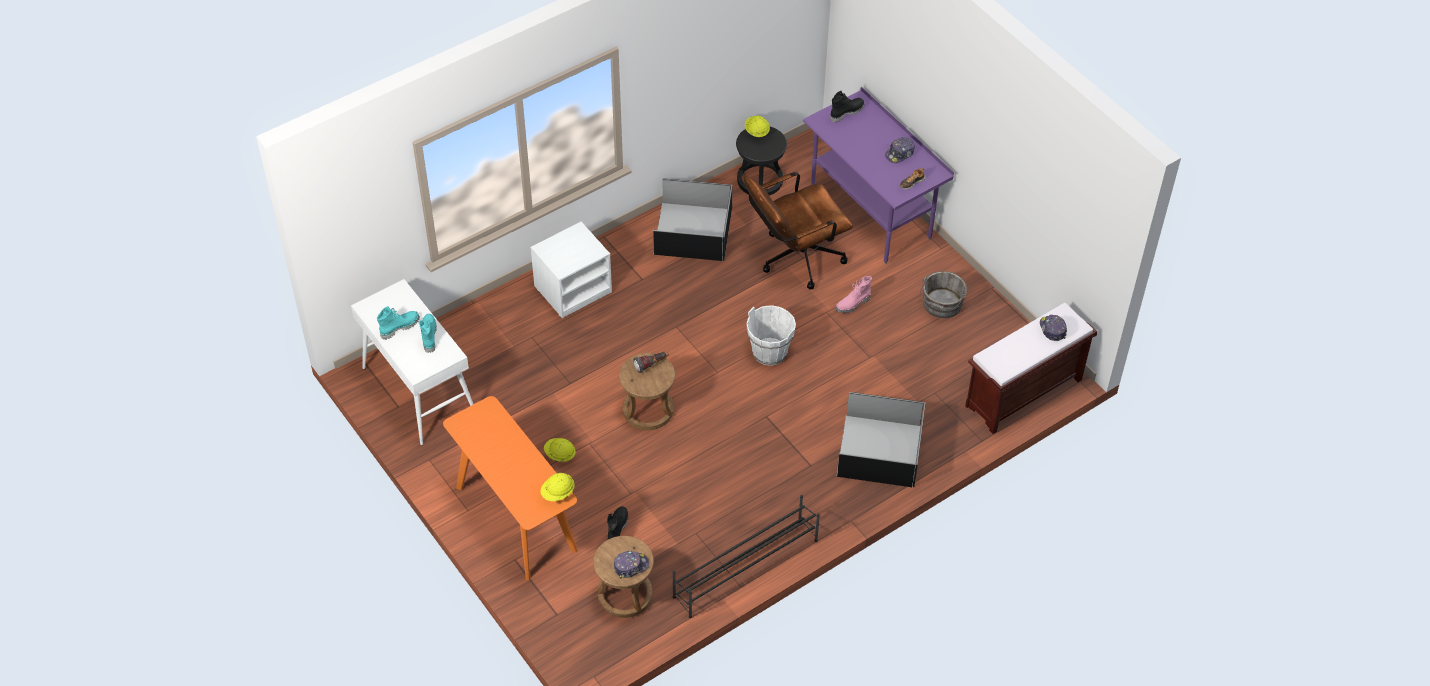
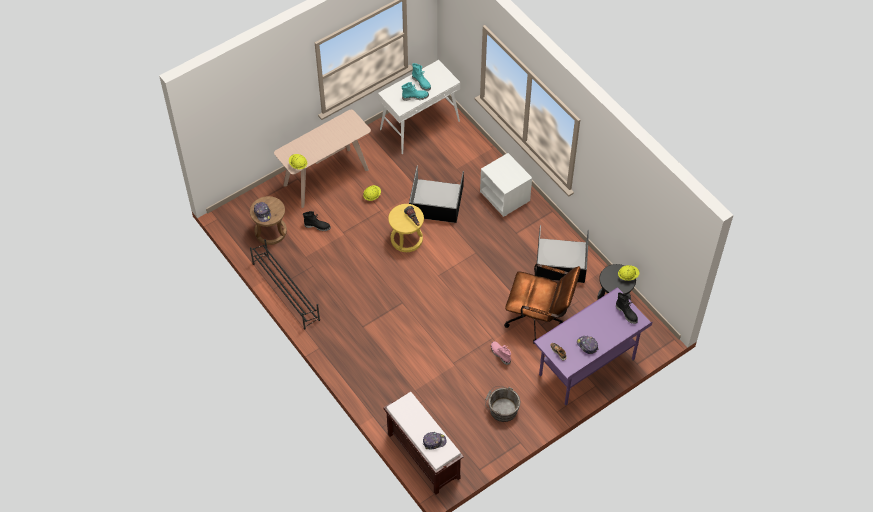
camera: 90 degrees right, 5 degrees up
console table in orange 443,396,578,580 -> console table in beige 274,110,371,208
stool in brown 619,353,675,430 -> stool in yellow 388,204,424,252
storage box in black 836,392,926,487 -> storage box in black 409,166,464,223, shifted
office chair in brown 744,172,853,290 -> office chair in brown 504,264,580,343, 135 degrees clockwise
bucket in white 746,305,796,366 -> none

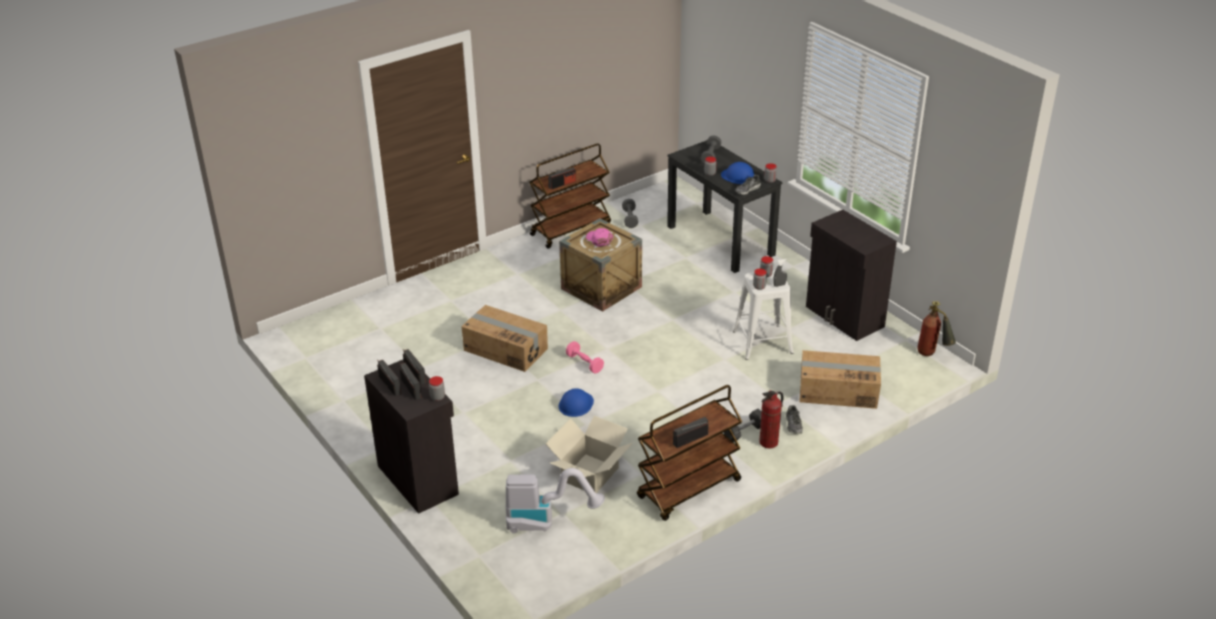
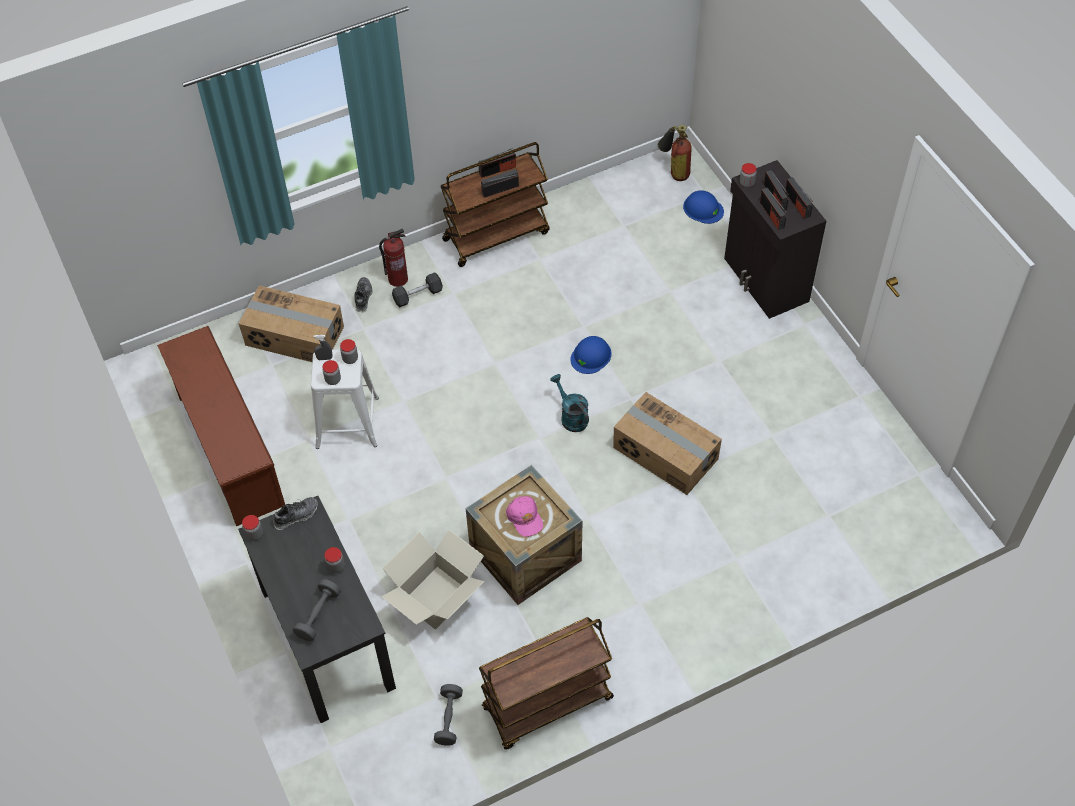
camera: 170 degrees left, 20 degrees up
cabinet in black 806,210,897,341 -> shoe rack in brown 157,326,285,526
cardboard box 546,416,633,493 -> cardboard box 382,530,484,630, shifted
radio 548,165,576,190 -> radio 481,169,519,198, shifted
dumbbell in pink 566,341,604,374 -> watering can in turquoise 551,374,589,432
fire extinguisher 917,301,956,356 -> fire extinguisher 658,124,692,181, shifted
hard hat in blue 721,162,755,184 -> hard hat in blue 683,190,724,224, shifted
vacuum cleaner 506,468,605,533 -> none

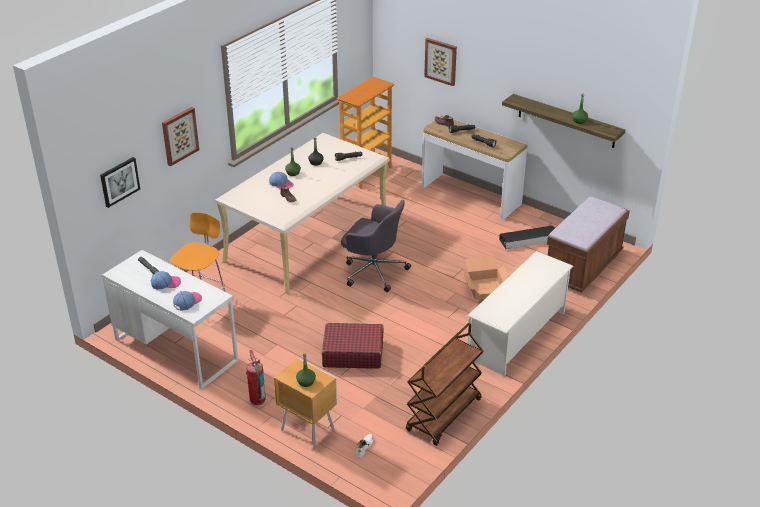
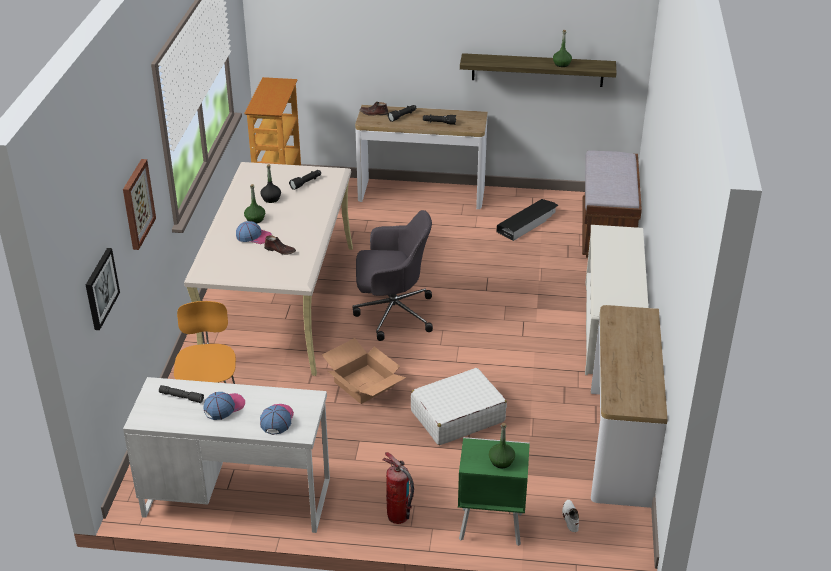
camera: 30 degrees left, 0 degrees up
cardboard box 462,256,509,300 -> cardboard box 322,338,406,404, shifted
suitcase in red 322,323,383,369 -> suitcase in white 411,368,507,445
nightstand in brown 274,358,337,449 -> nightstand in green 458,437,530,546
cart in brown 406,323,484,446 -> console table 591,305,668,508
picture 424,38,457,86 -> none

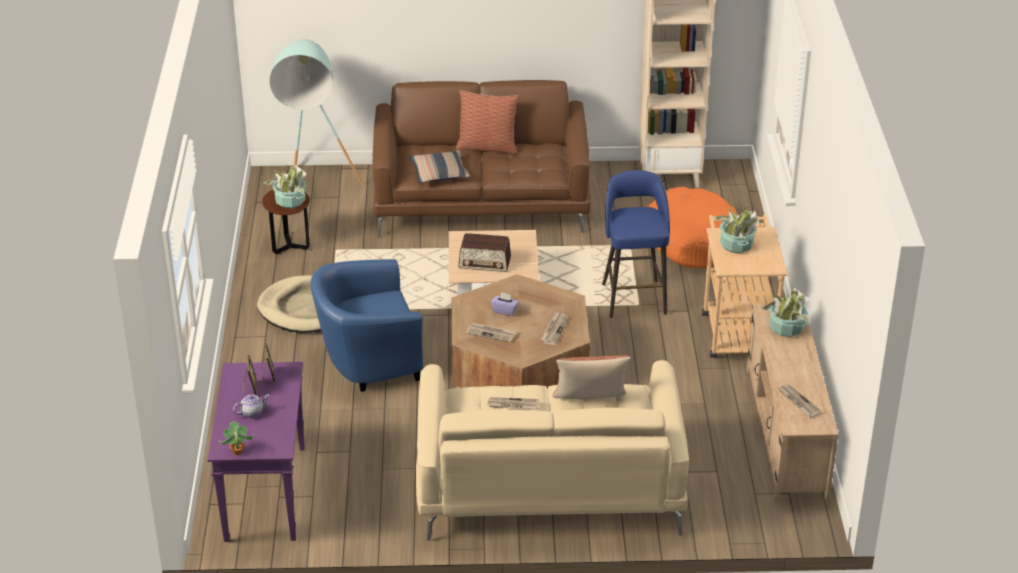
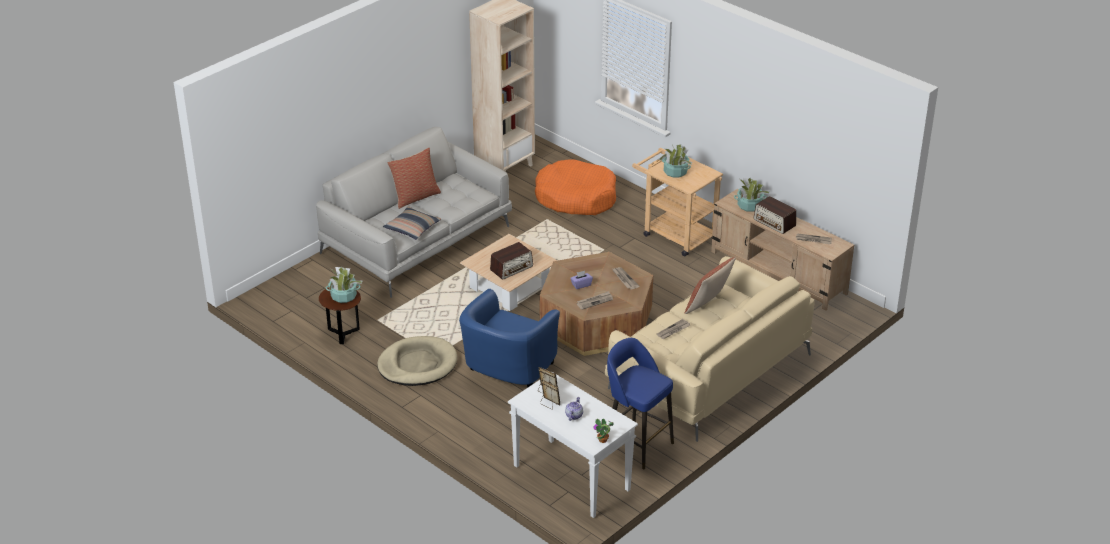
camera: 45 degrees left, 0 degrees up
sofa in brown 372,80,591,238 -> sofa in grey 316,127,512,298
console table in purple 208,362,305,542 -> console table in white 508,372,638,518
stool in blue 602,170,670,318 -> stool in blue 607,338,674,469, shifted
none -> radio 753,196,796,234
floor lamp in turquoise 269,39,364,186 -> none

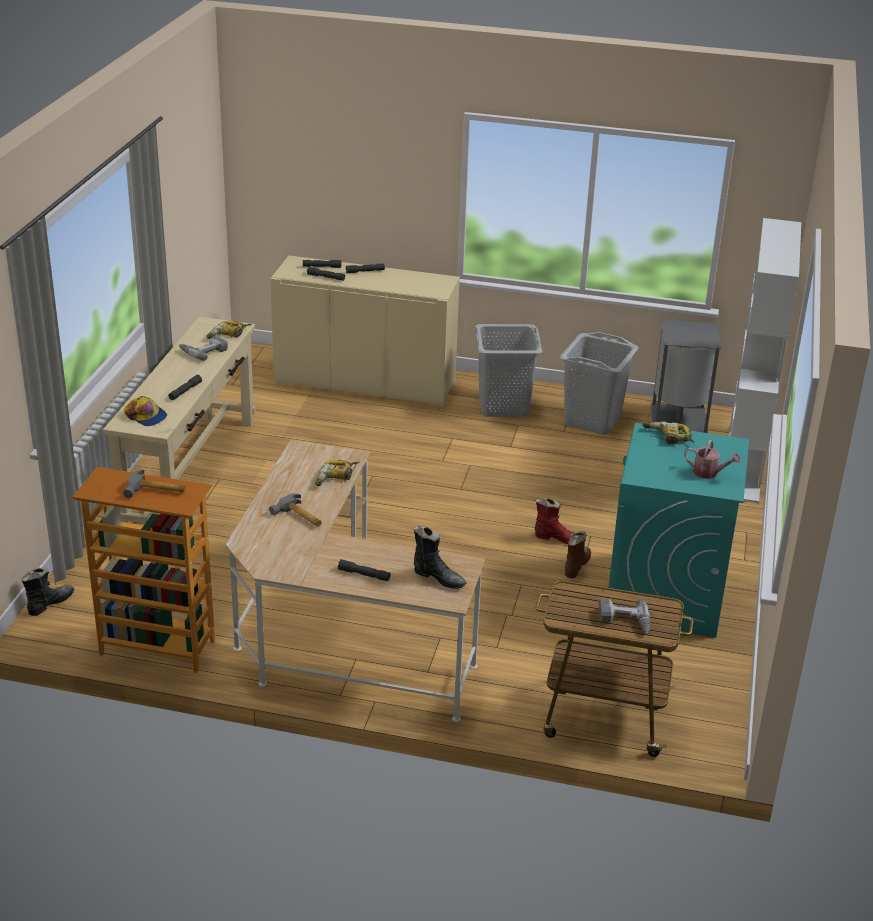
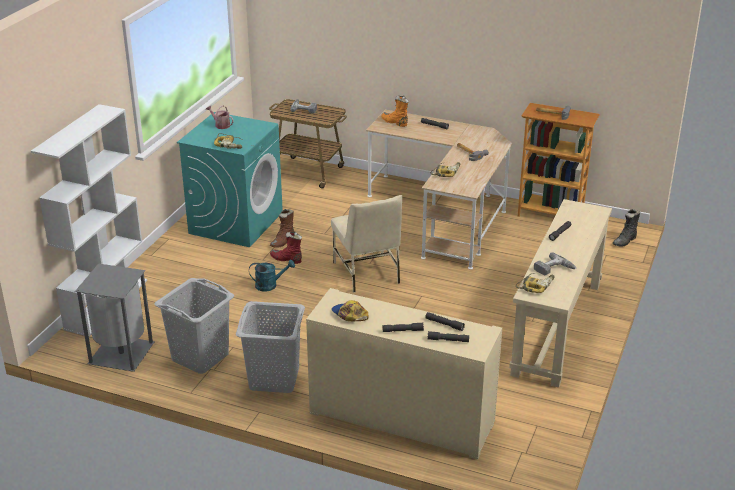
camera: 170 degrees left, 0 degrees up
none -> watering can in turquoise 249,260,295,292
none -> chair in beige 331,195,402,293
cap 124,396,167,426 -> cap 331,300,368,322, shifted
boot in black 413,526,466,589 -> boot in orange 381,96,409,127

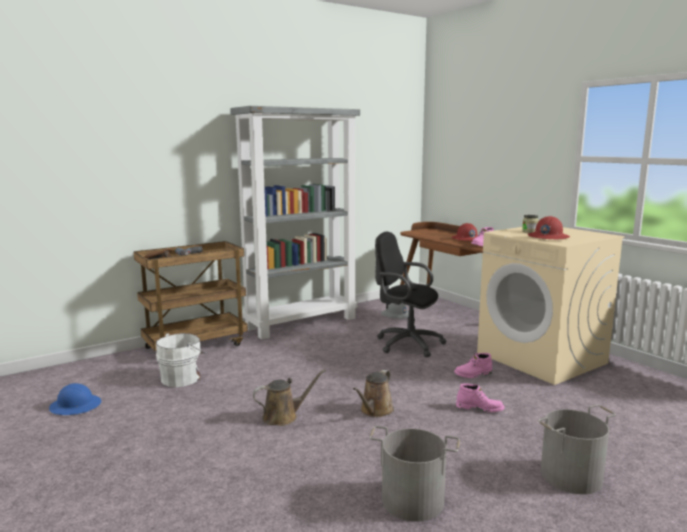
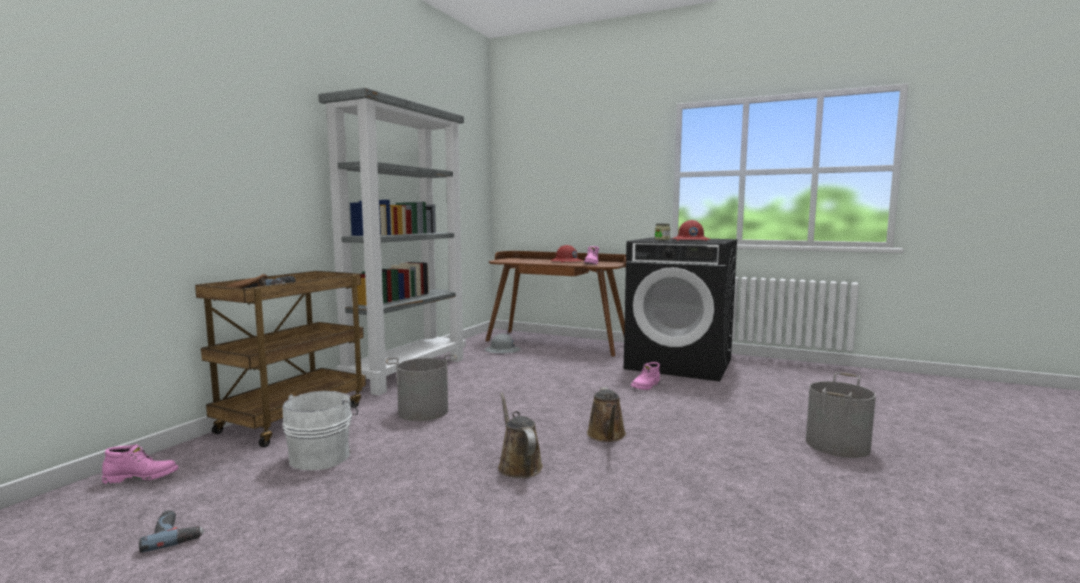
camera: 30 degrees left, 5 degrees down
boot in pink 456,383,505,412 -> boot in pink 102,444,179,484, shifted
hard hat in blue 49,383,102,415 -> power drill 139,510,204,553
bucket in grey 369,426,460,522 -> bucket in grey 386,354,457,421, shifted
watering can in brown 253,369,326,426 -> watering can in brown 498,392,543,478, 60 degrees counterclockwise
washing machine in beige 477,227,624,385 -> washing machine in black 624,238,737,381
office chair in black 375,232,447,357 -> none

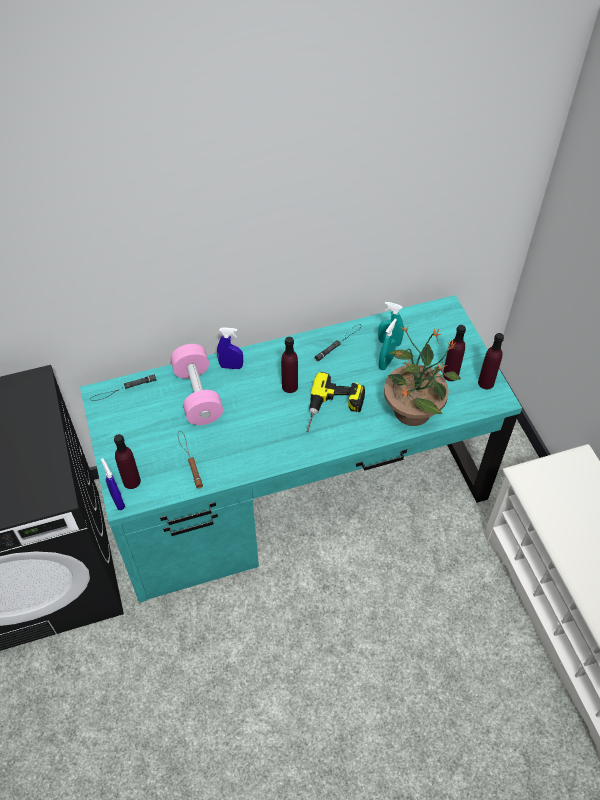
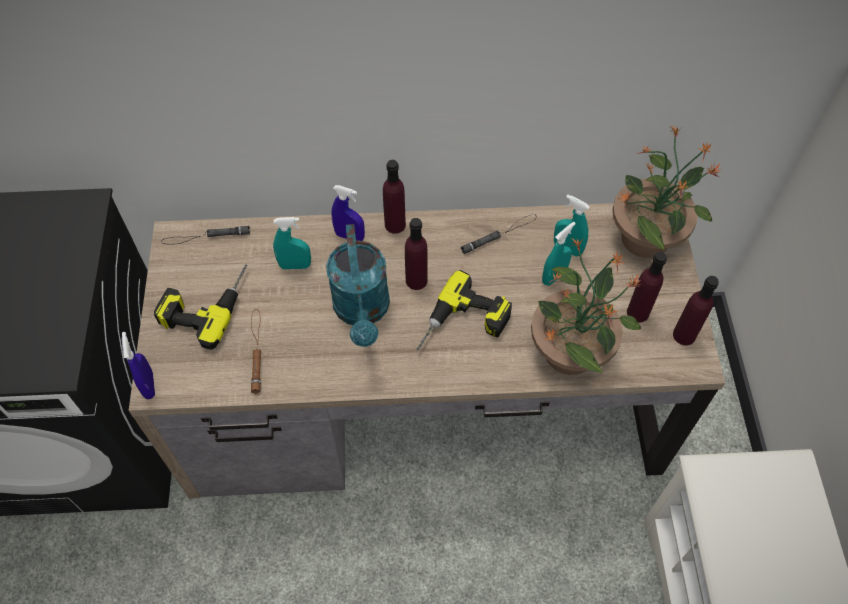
camera: 15 degrees right, 5 degrees up
desk in turquoise 80,295,522,603 -> desk in brown 129,203,725,499
none -> power drill 154,264,247,350
dumbbell in pink 171,344,223,425 -> spray bottle in turquoise 273,217,311,269
none -> watering can in turquoise 326,224,390,347
bottle in purple 114,434,141,489 -> bottle in purple 383,160,406,234, shifted
none -> potted plant 612,125,720,258

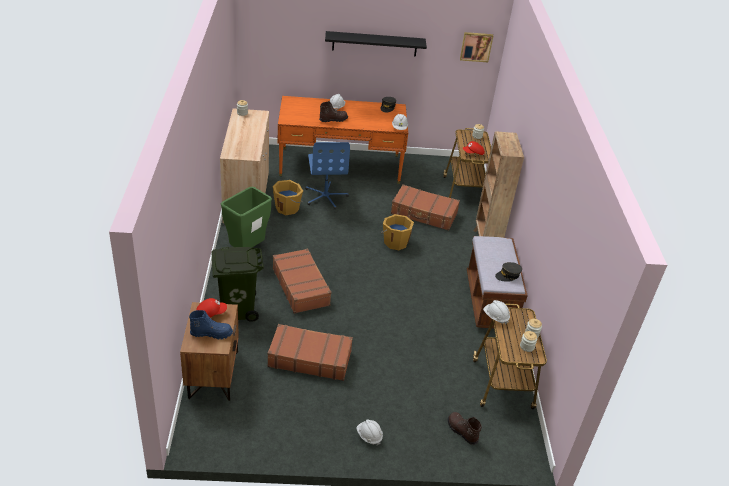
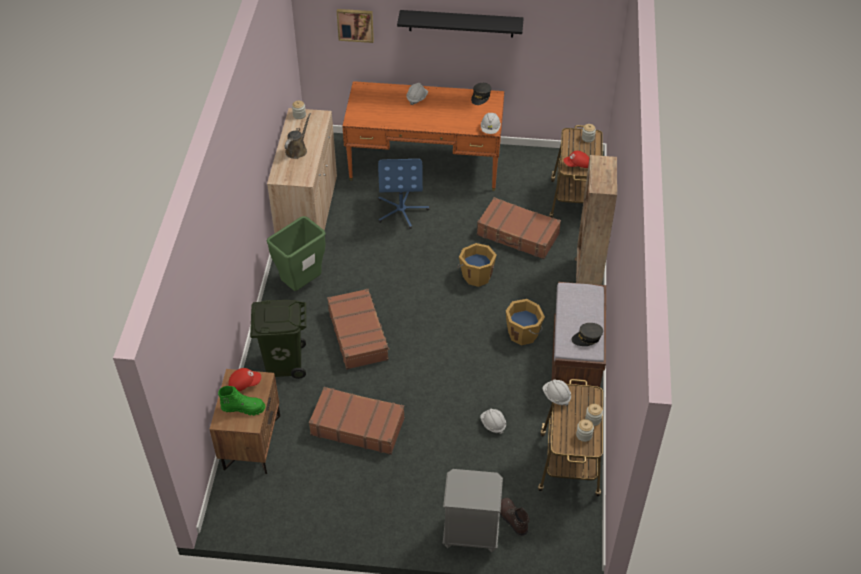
camera: 10 degrees right, 10 degrees up
boot in blue 189,310,233,339 -> boot in green 218,386,265,416
none -> watering can in brown 285,113,311,159
picture 460,32,493,62 -> picture 337,9,374,43, shifted
none -> nightstand in grey 443,469,503,552
hard hat in white 356,420,383,445 -> hard hat in white 480,409,506,434, shifted
bucket in orange 273,180,303,215 -> bucket in orange 506,299,545,345, shifted
boot in brown 319,102,348,122 -> none

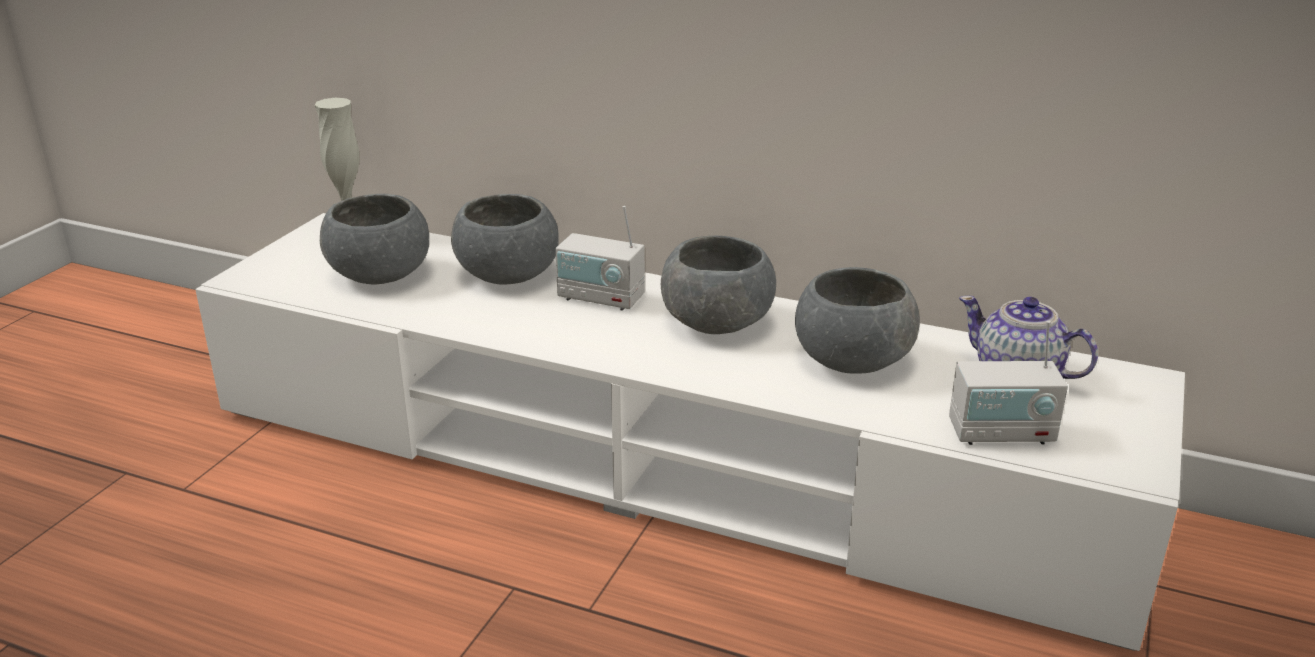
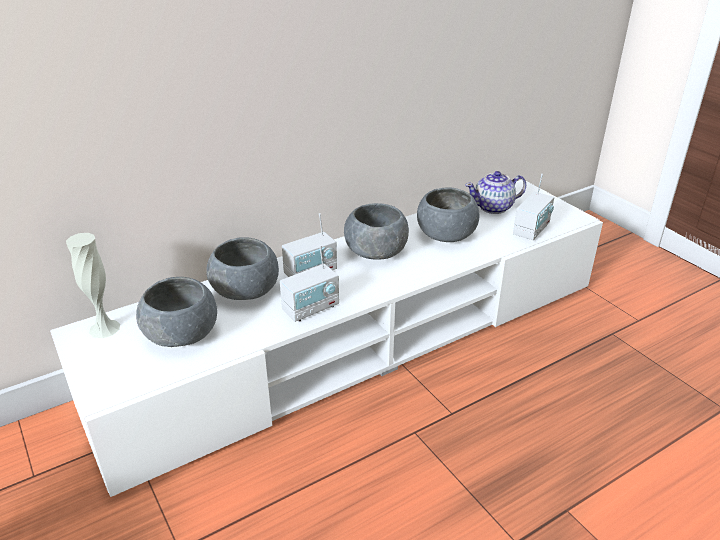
camera: 55 degrees left, 5 degrees up
none -> radio 280,245,339,322

